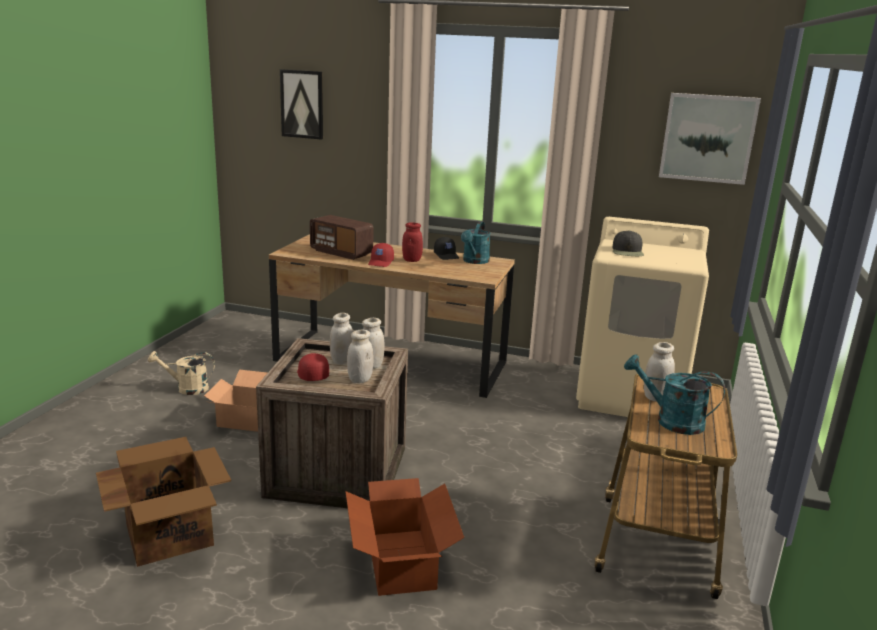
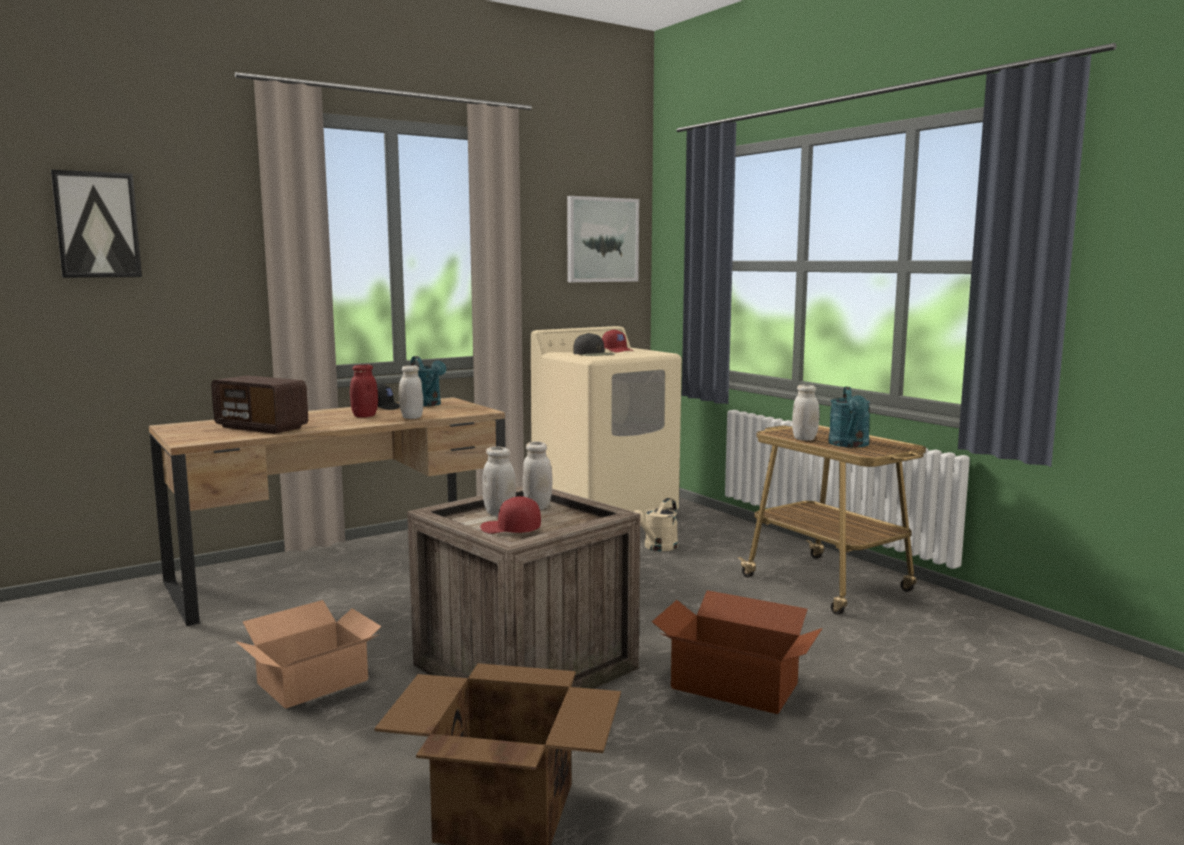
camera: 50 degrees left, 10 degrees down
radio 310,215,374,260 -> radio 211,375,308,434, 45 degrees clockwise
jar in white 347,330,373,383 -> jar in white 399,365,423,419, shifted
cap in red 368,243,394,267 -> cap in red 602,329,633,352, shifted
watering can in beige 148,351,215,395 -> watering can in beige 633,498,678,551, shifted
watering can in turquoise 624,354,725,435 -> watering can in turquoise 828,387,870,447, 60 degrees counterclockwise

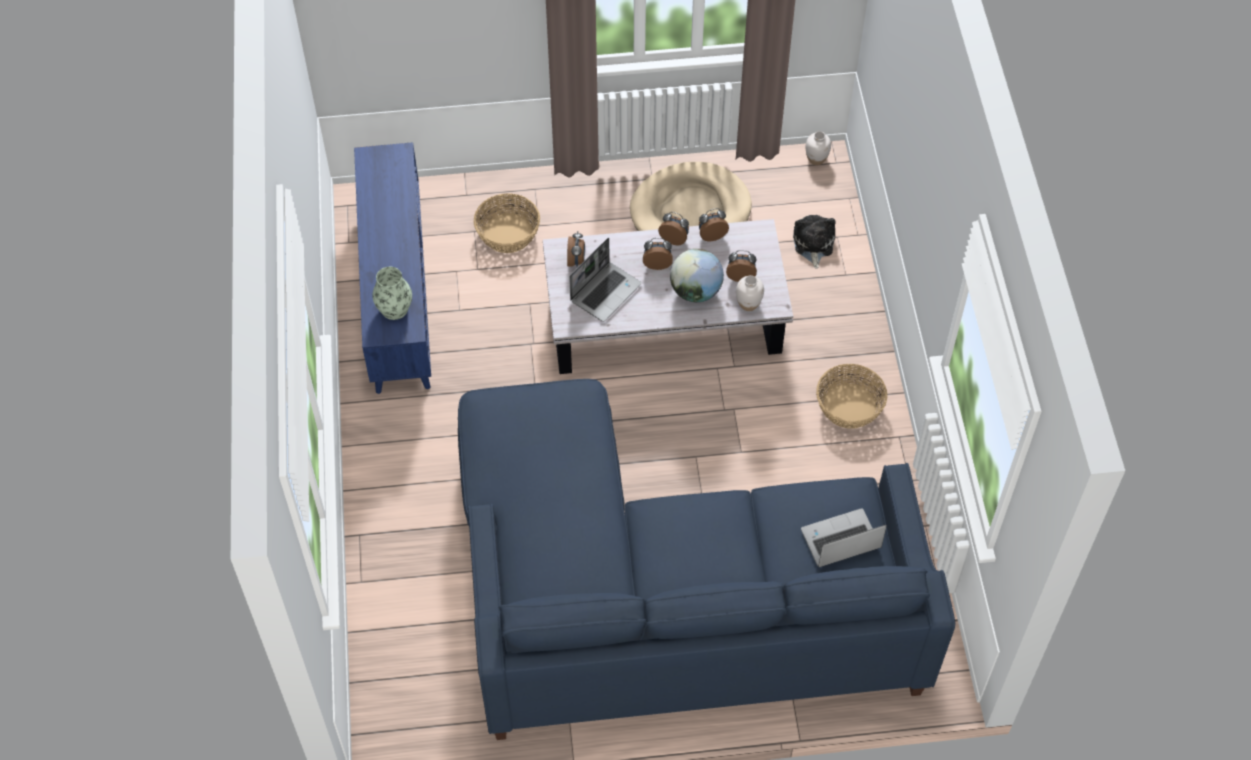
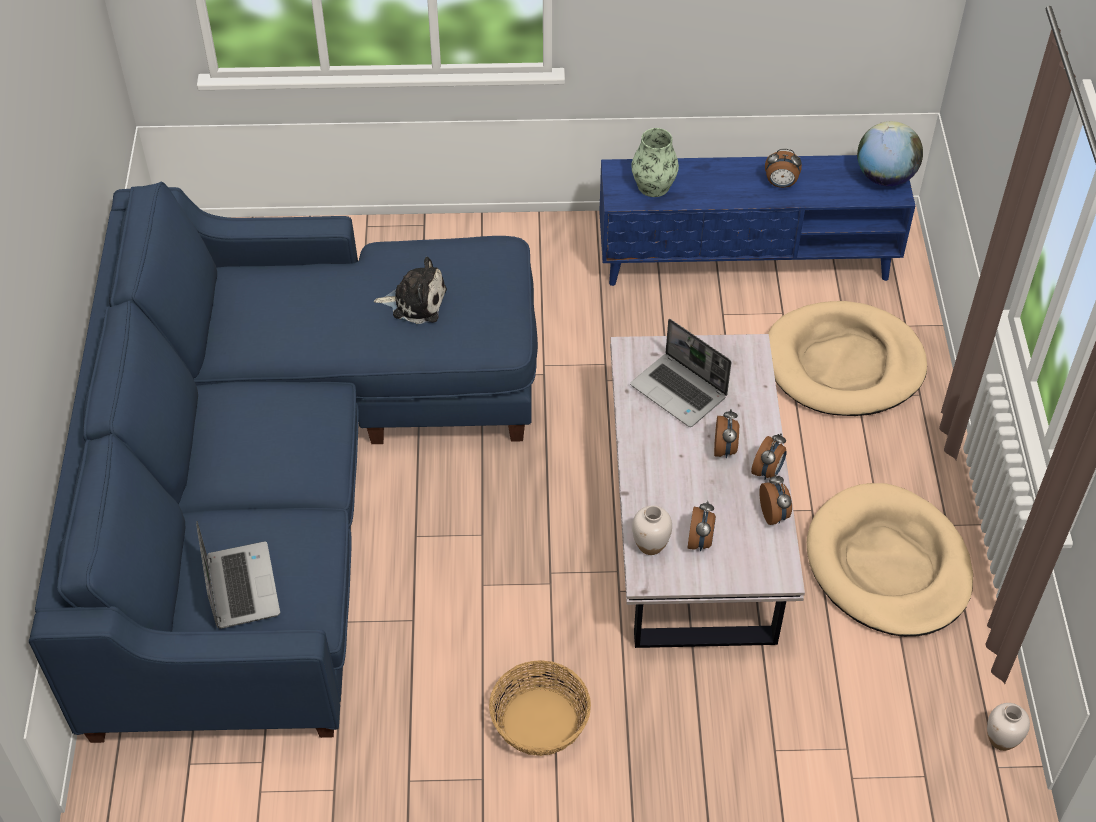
camera: 95 degrees right, 5 degrees down
plush toy 793,215,836,269 -> plush toy 374,257,447,324, shifted
alarm clock 567,231,585,267 -> alarm clock 765,149,802,188, shifted
basket 474,193,540,253 -> dog bed in beige 768,301,927,416
globe 670,249,724,302 -> globe 857,121,923,186, shifted

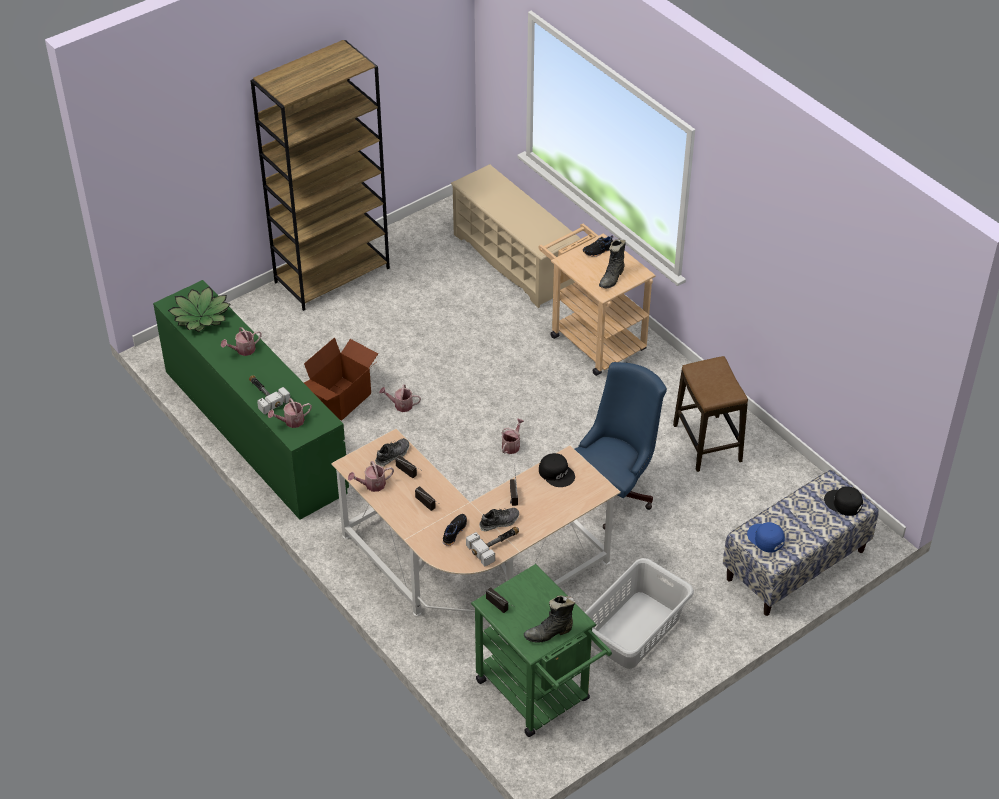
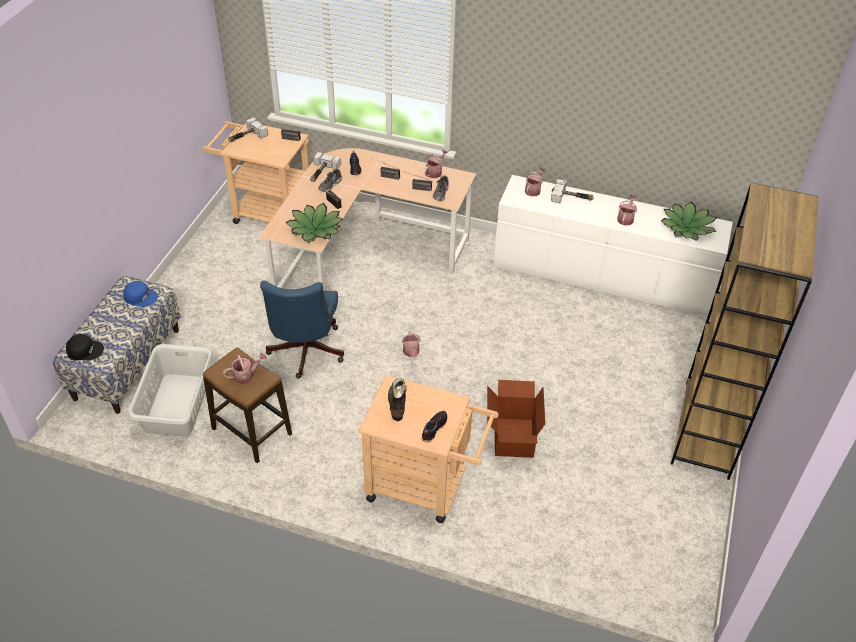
camera: 145 degrees right, 0 degrees up
laundry basket in grey 585,558,694,669 -> laundry basket in grey 128,344,212,436, shifted
cart in green 471,564,612,737 -> cart in beige 202,121,309,224
watering can 379,384,421,412 -> watering can 223,353,267,384, shifted
boot in black 524,595,575,643 -> hammer 228,117,268,142
cap in black 539,453,575,487 -> potted plant 285,203,343,243
cardboard box 304,337,378,420 -> cardboard box 487,380,545,458, shifted
dresser in green 153,280,349,520 -> dresser in white 494,175,733,316
shoe rack in beige 450,164,580,308 -> none

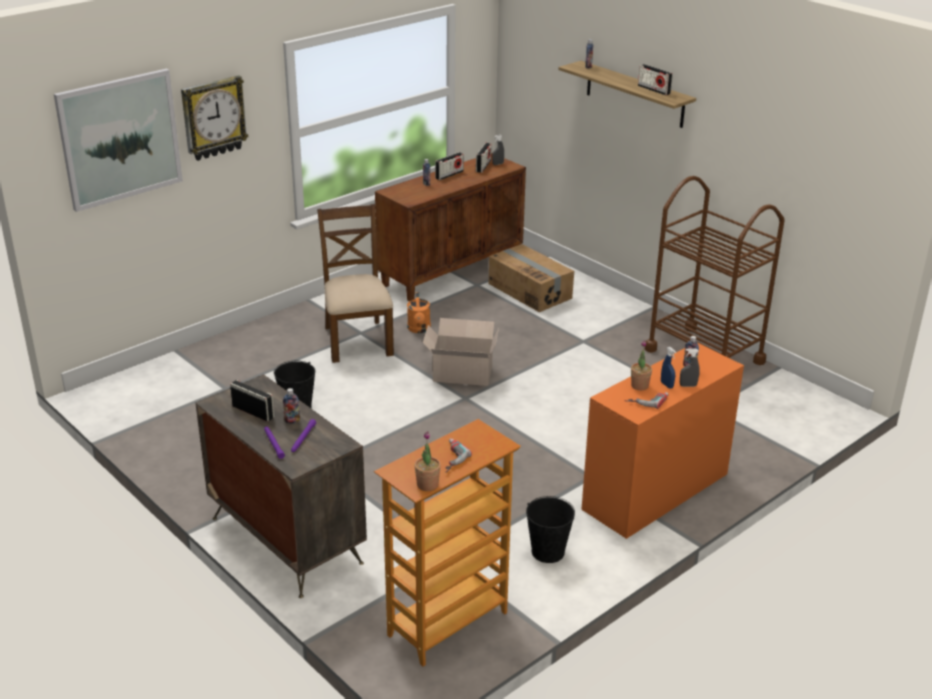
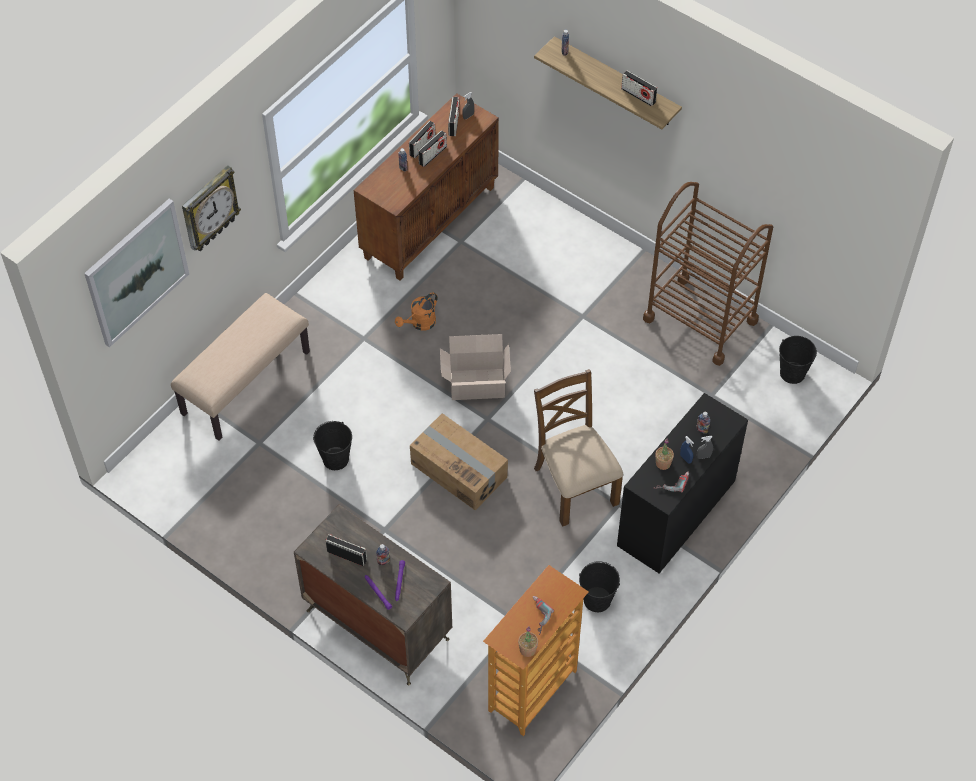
camera: 10 degrees left, 25 degrees up
none -> bench in beige 171,293,310,441
watering can in orange 407,292,431,333 -> watering can in orange 395,292,438,331, 60 degrees clockwise
cardboard box 489,244,574,312 -> cardboard box 410,413,508,511, shifted
none -> radio 418,130,447,167
chair in brown 317,204,394,363 -> chair in brown 534,369,623,527, shifted
desk in orange 581,343,744,539 -> desk in black 617,393,748,573
none -> bucket in black 779,336,817,384

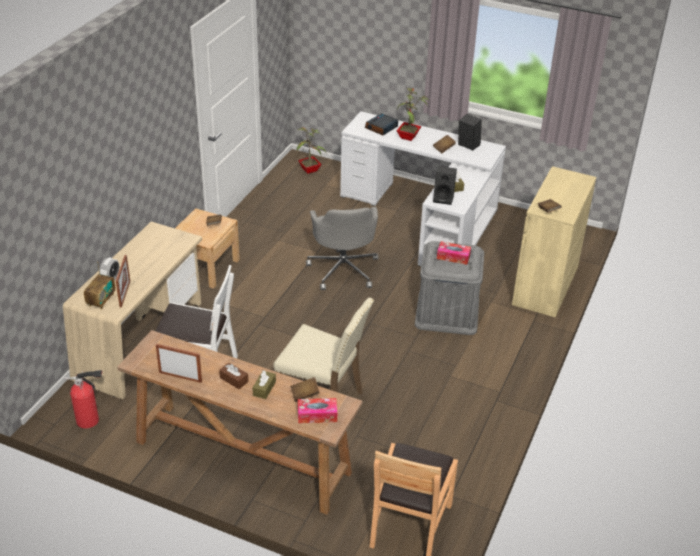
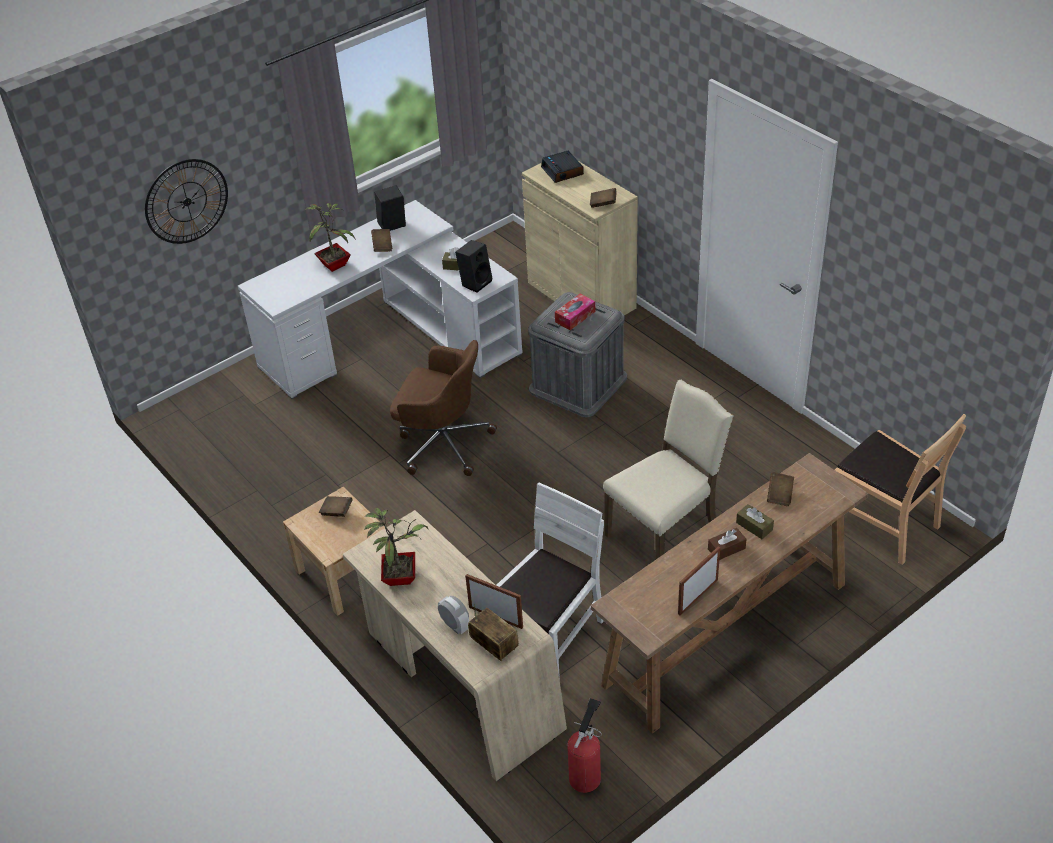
camera: 60 degrees left, 5 degrees up
none -> wall clock 145,159,228,244
potted plant 297,127,327,174 -> potted plant 364,508,428,586, shifted
office chair in grey 306,207,378,290 -> office chair in brown 390,340,497,476
alarm clock 365,113,398,135 -> alarm clock 541,151,584,183, shifted
tissue box 298,398,337,423 -> none

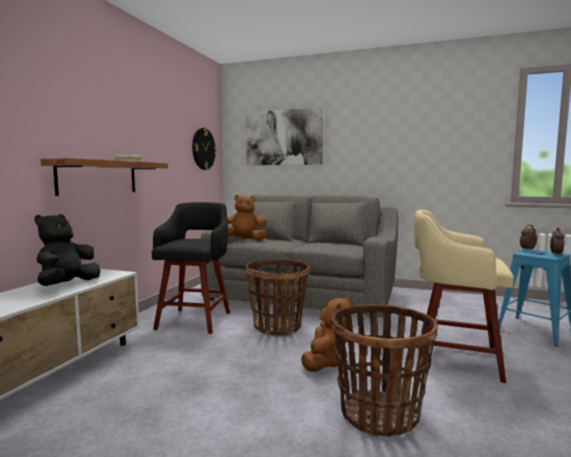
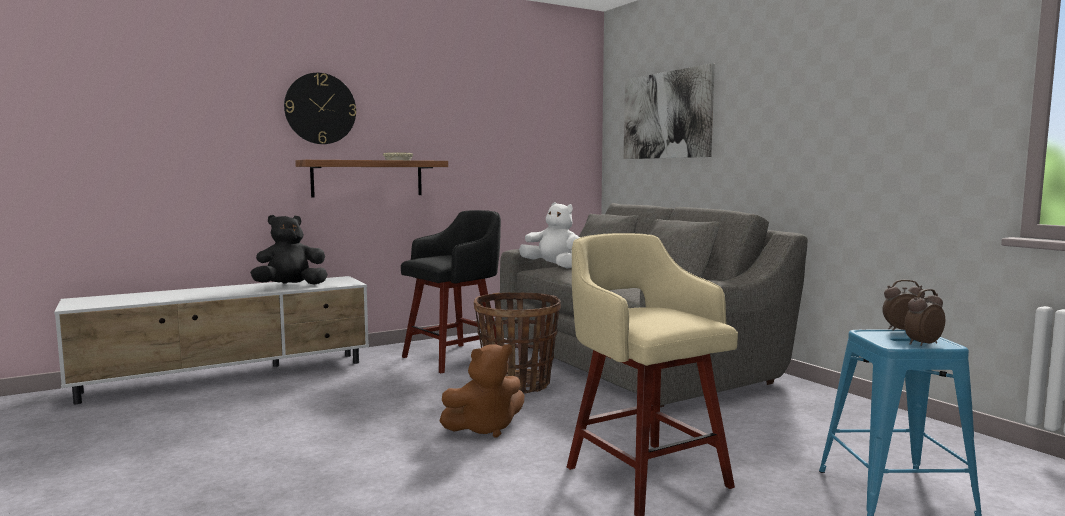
camera: 40 degrees right, 0 degrees up
wall clock 192,128,217,170 -> wall clock 284,73,356,144, shifted
plush toy in brown 227,195,267,240 -> plush toy in white 519,202,580,269
basket 331,304,438,437 -> none

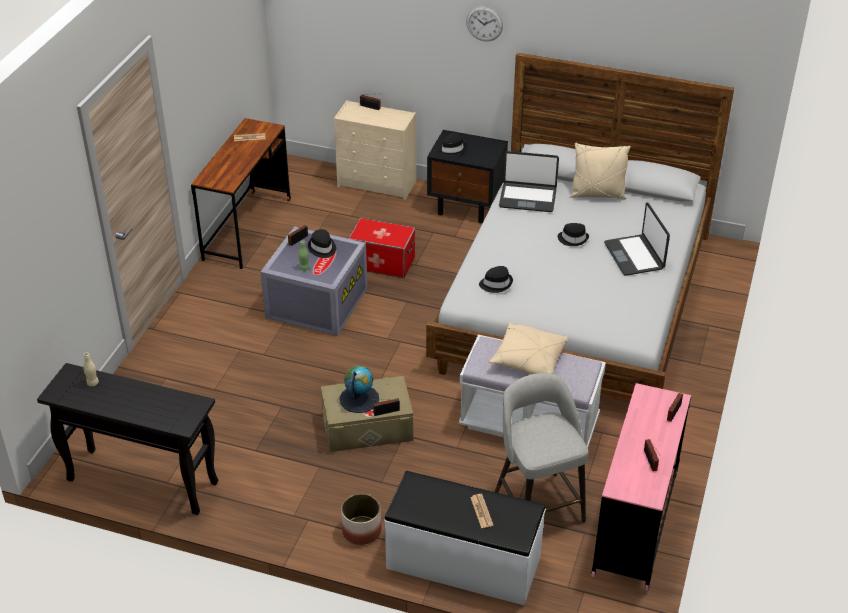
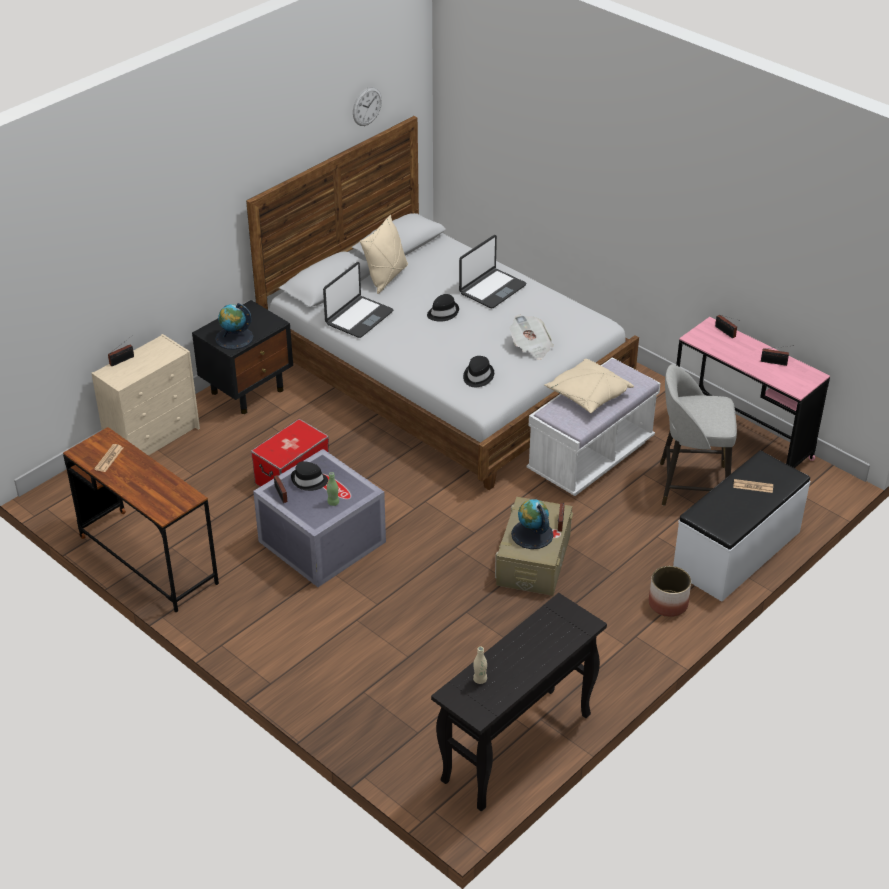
camera: 65 degrees left, 0 degrees up
hat in black 438,133,466,157 -> globe 215,303,253,350
wall clock 466,6,503,41 -> wall clock 353,87,382,126, shifted
laptop 604,202,670,276 -> laptop 459,235,527,308, 60 degrees counterclockwise
none -> newspaper 509,315,554,360

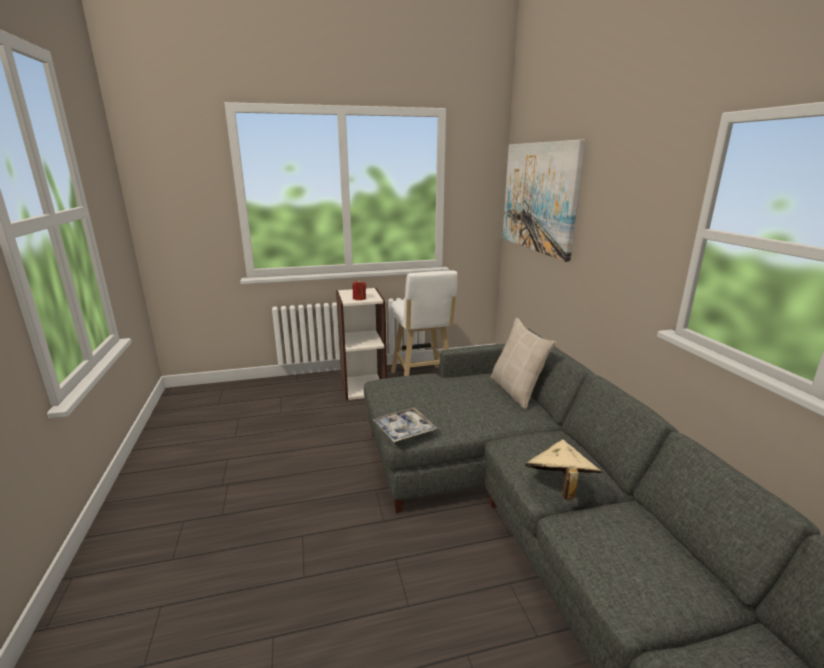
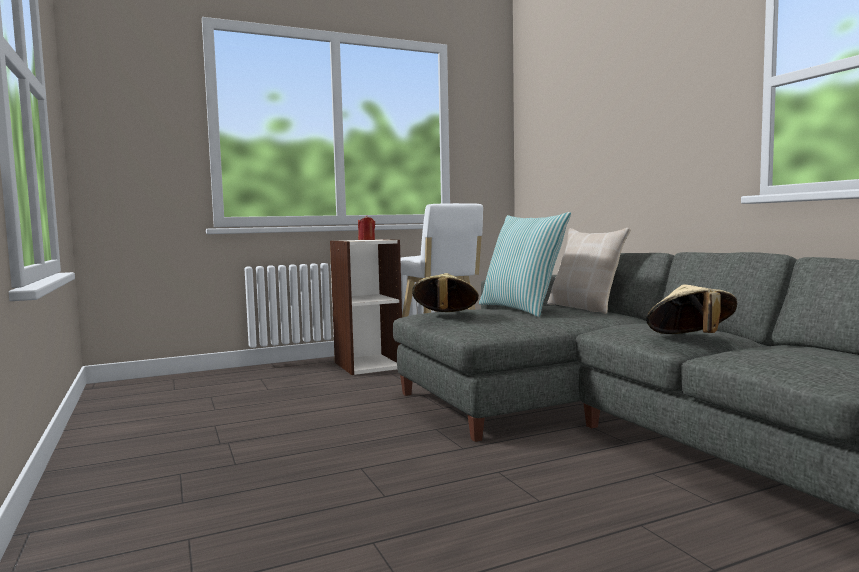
camera: 10 degrees left, 15 degrees down
none -> hat in beige 412,273,479,312
none -> pillow 479,212,571,317
tray 373,408,437,442 -> none
picture 502,140,585,262 -> none

